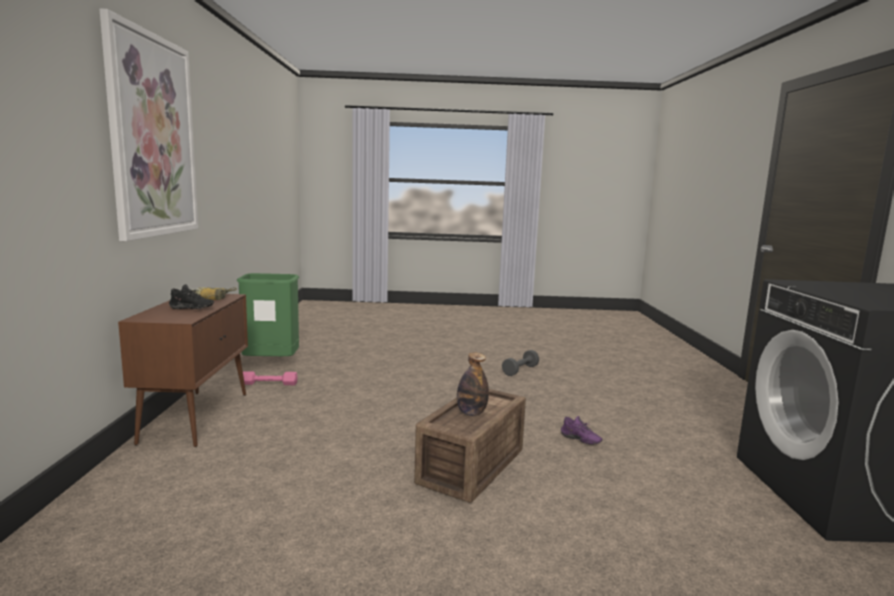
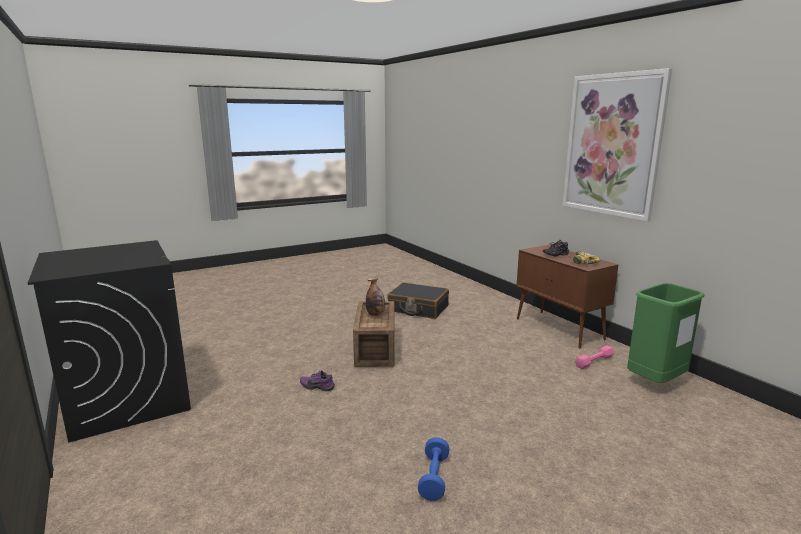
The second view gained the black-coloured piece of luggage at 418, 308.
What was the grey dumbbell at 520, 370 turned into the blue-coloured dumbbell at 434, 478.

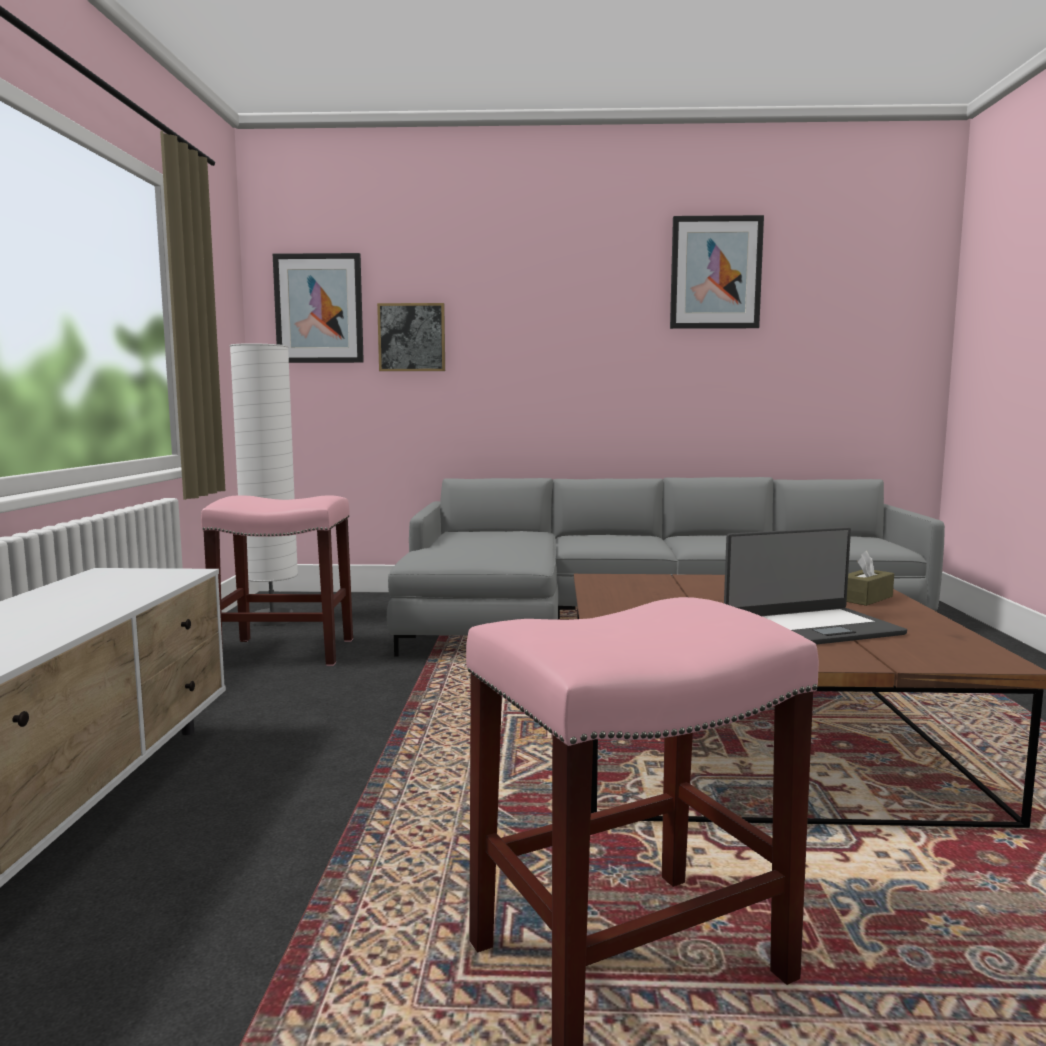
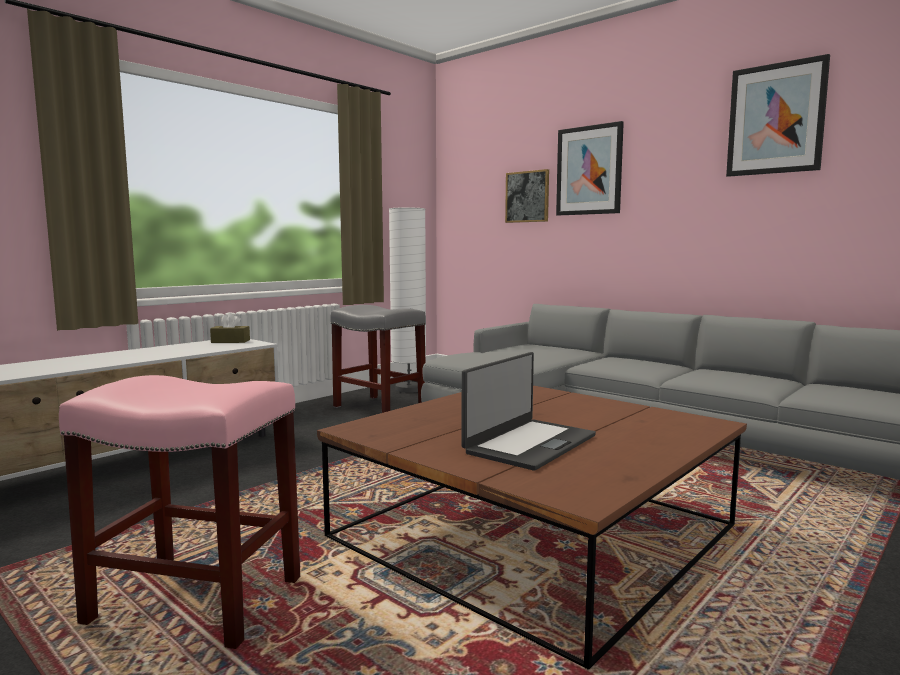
The picture ended up elsewhere, having gone from 319, 308 to 589, 170.
The brown-coloured tissue holder ended up elsewhere, having gone from 865, 598 to 230, 341.
What was the pinkish stool seat at 287, 651 turned into the grey stool seat at 380, 408.
The laptop at 810, 628 ended up facing another way, 75 degrees counterclockwise from before.

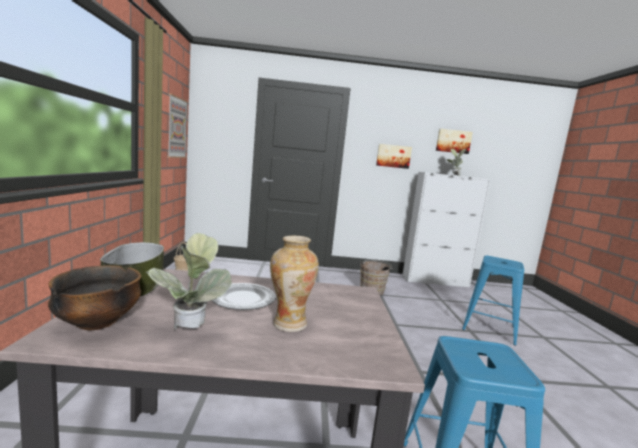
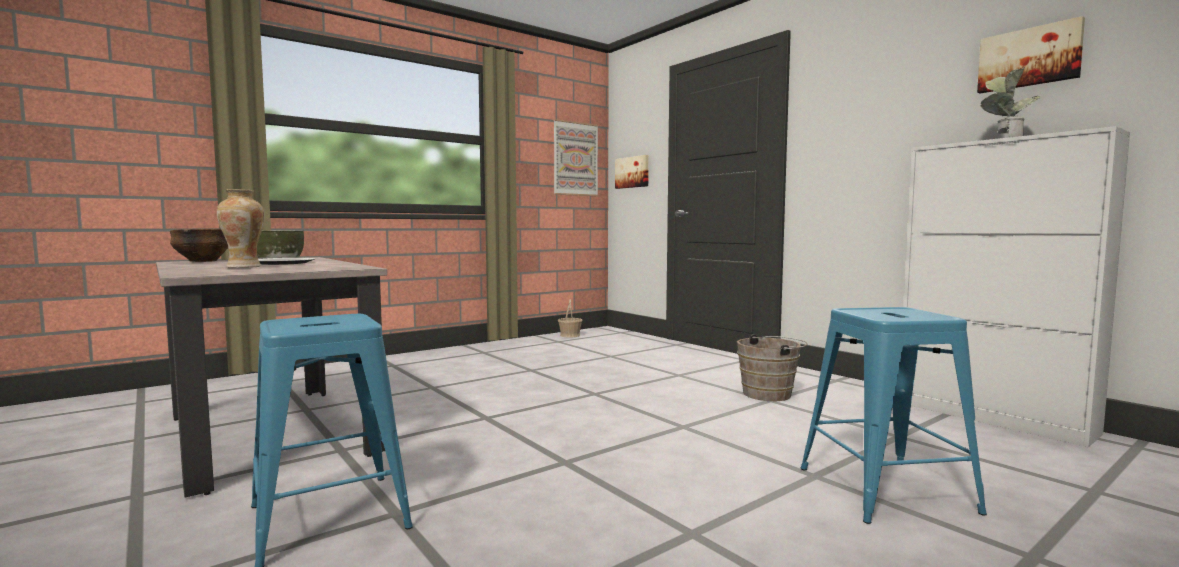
The second view lost the potted plant at 189, 333.
The picture ended up elsewhere, having gone from 393, 156 to 632, 172.

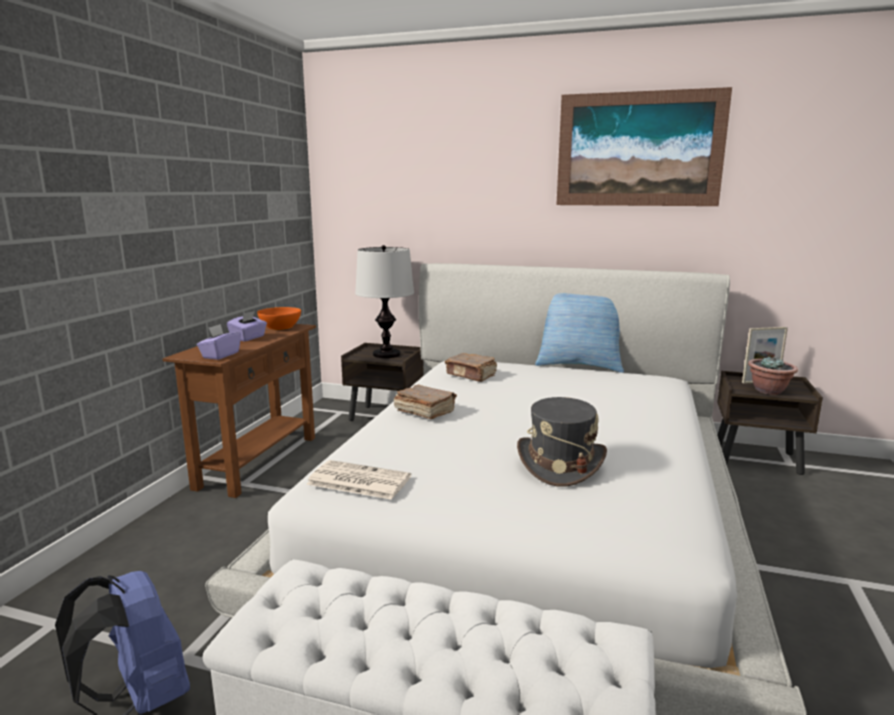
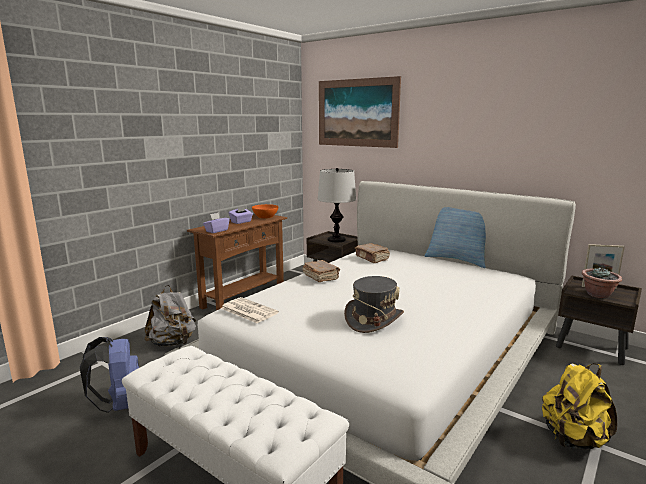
The second view gained the grey backpack at 172, 343.
The second view gained the yellowish backpack at 573, 439.
The picture ended up elsewhere, having gone from 639, 149 to 357, 113.

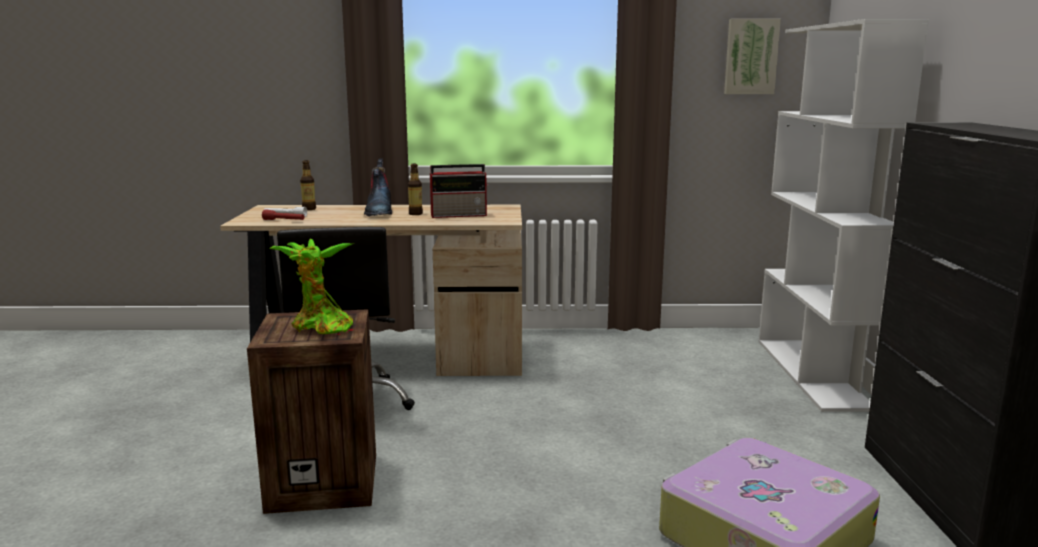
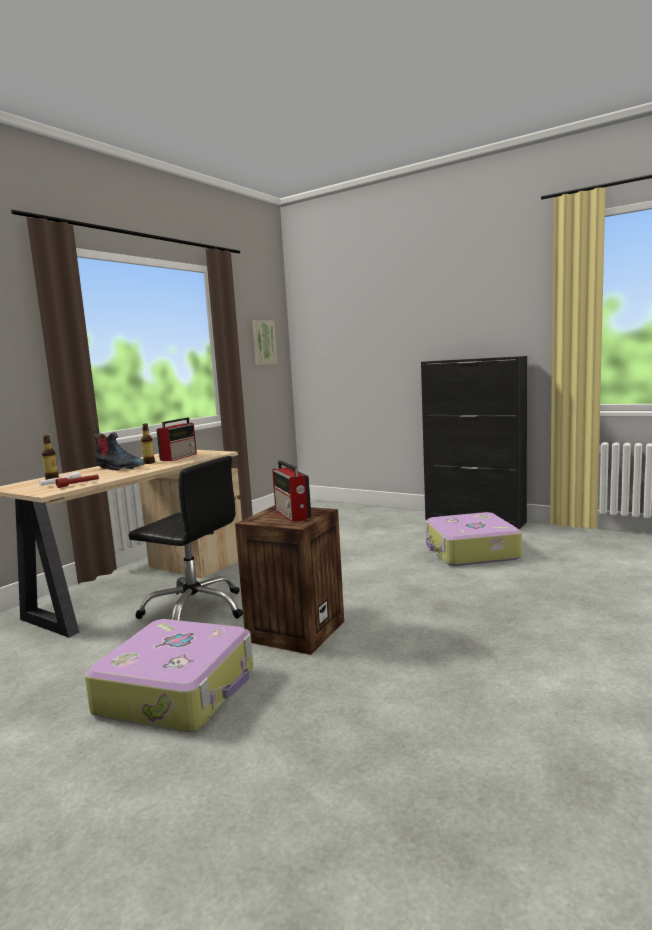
The second view lost the white shelving unit at 812, 373.
The second view gained the piece of luggage at 179, 691.
Where the potted plant stood at 319, 327, the radio receiver came to stand at 292, 514.

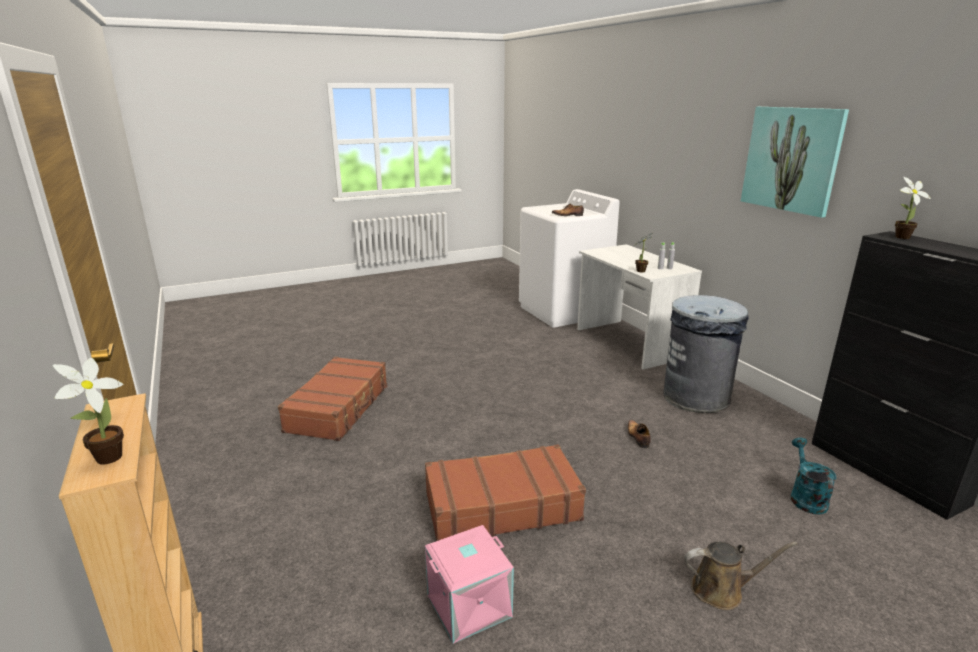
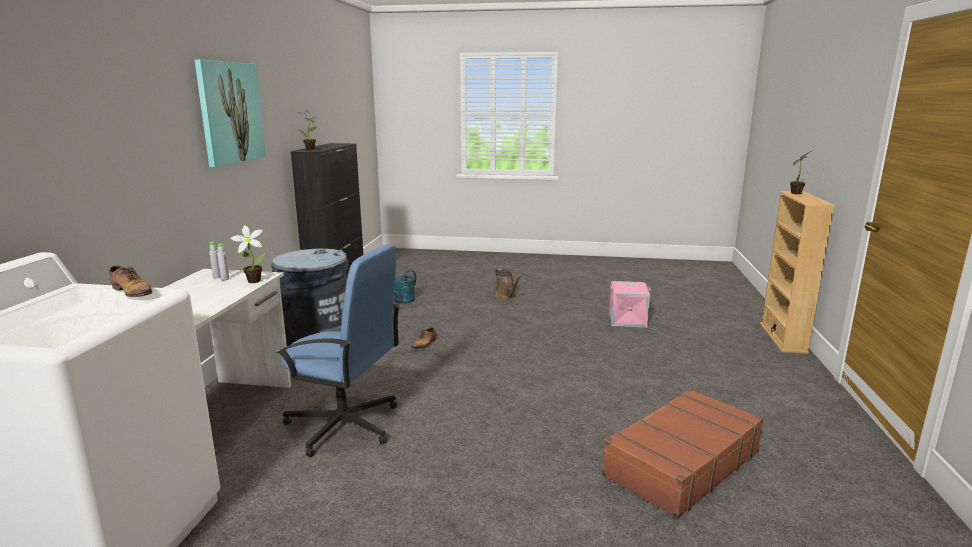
The second view lost the brown-coloured piece of luggage at 501, 506.
The second view gained the blue-coloured office chair at 344, 425.
The brown-coloured watering can at 722, 590 ended up facing another way, 150 degrees counterclockwise from before.

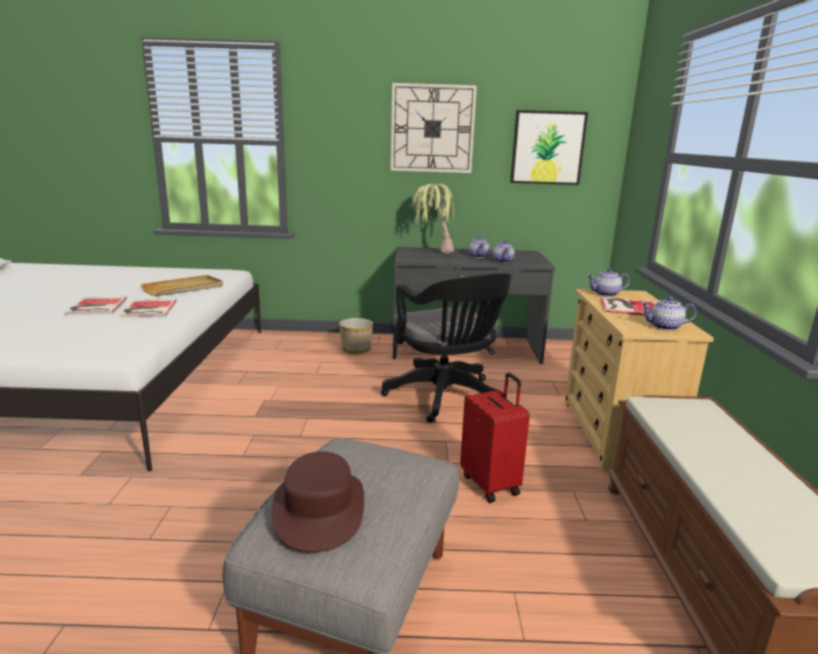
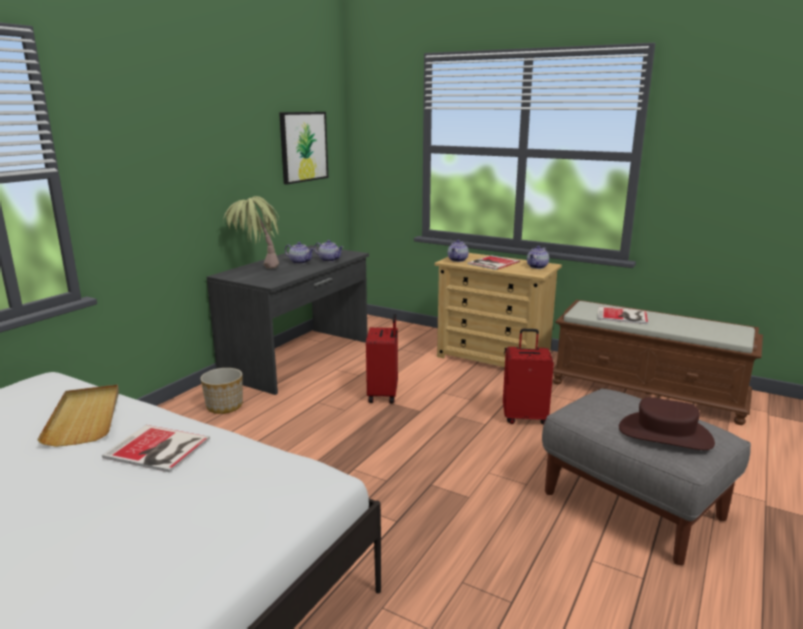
The second view lost the clock on the wall at 432, 129.
The bound book ended up elsewhere, having gone from 95, 306 to 623, 316.
Where the black-coloured office chair stood at 445, 398, the reddish piece of luggage came to stand at 384, 395.

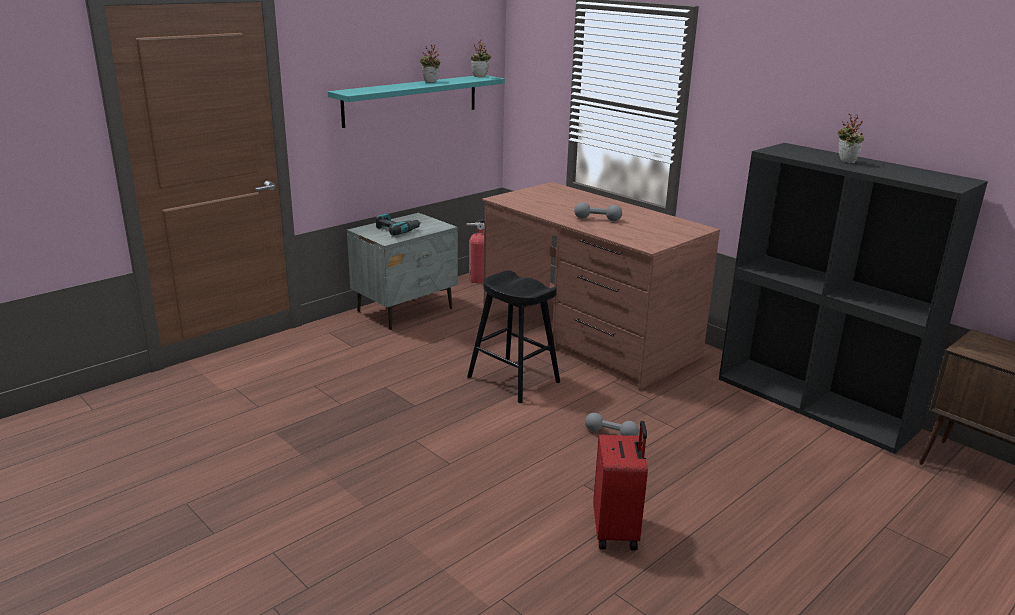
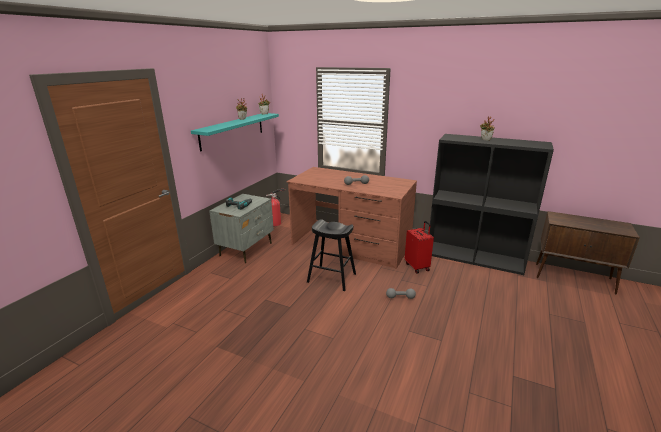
The reddish piece of luggage ended up elsewhere, having gone from 617, 532 to 417, 267.

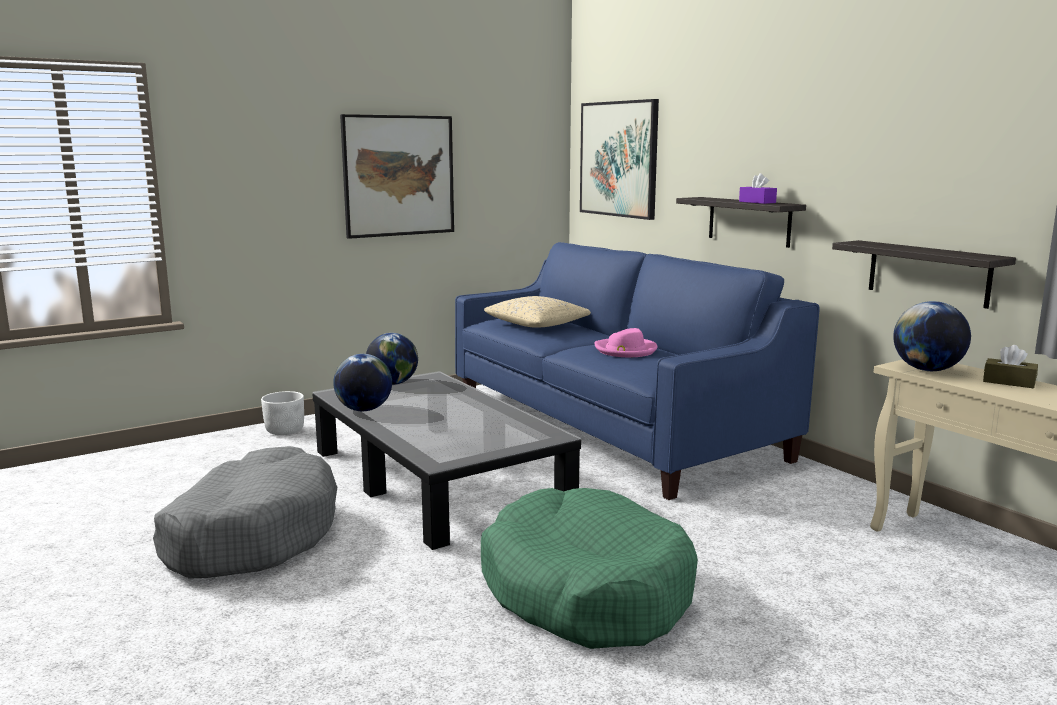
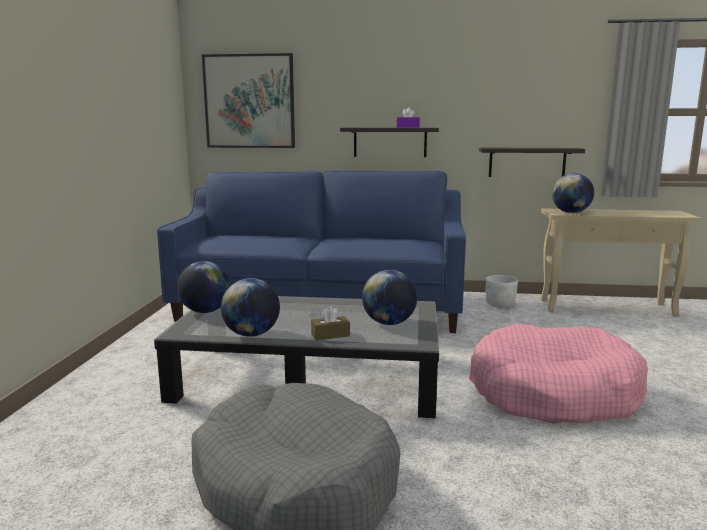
The second view lost the picture at 398, 176.
The second view lost the sand-coloured throw pillow at 538, 325.
The second view lost the pinkish clothing hat at 625, 350.
The second view gained the desk globe at 389, 323.
The white planter ended up elsewhere, having gone from 284, 431 to 500, 305.
The brown-coloured tissue holder ended up elsewhere, having gone from 1009, 382 to 330, 335.
What was the green dog cushion at 586, 591 turned into the pinkish dog cushion at 552, 393.

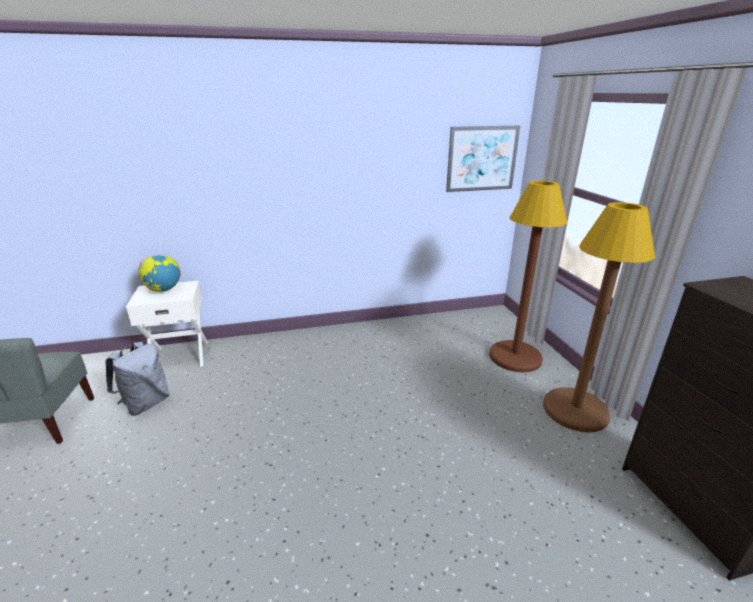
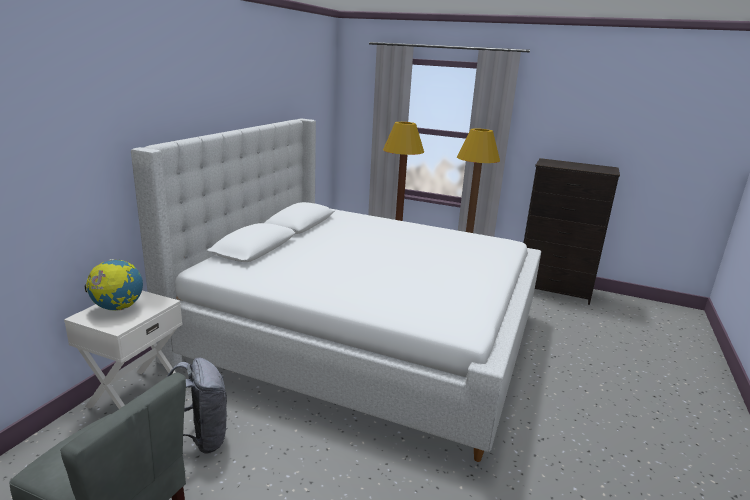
The second view lost the picture at 482, 159.
The second view gained the white bedroom bed at 363, 335.

